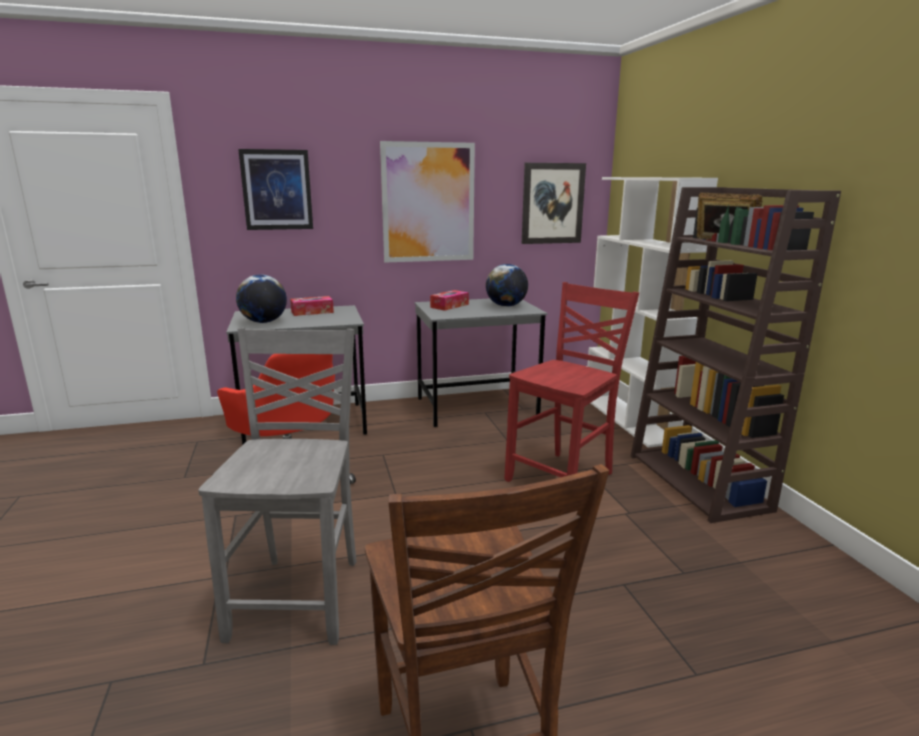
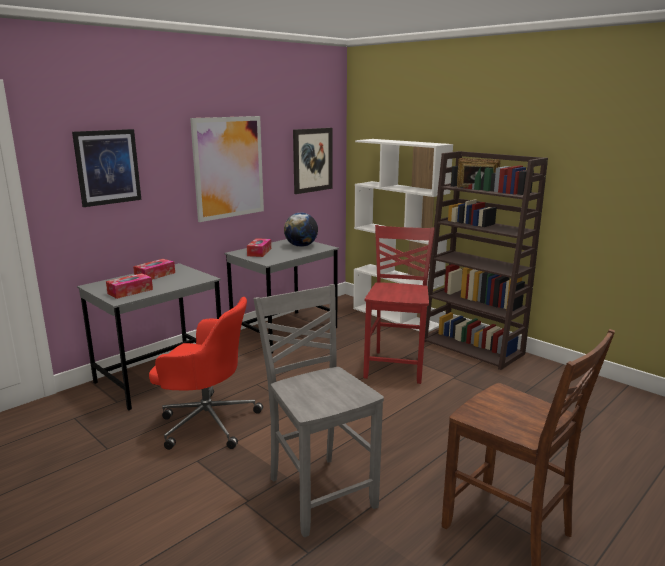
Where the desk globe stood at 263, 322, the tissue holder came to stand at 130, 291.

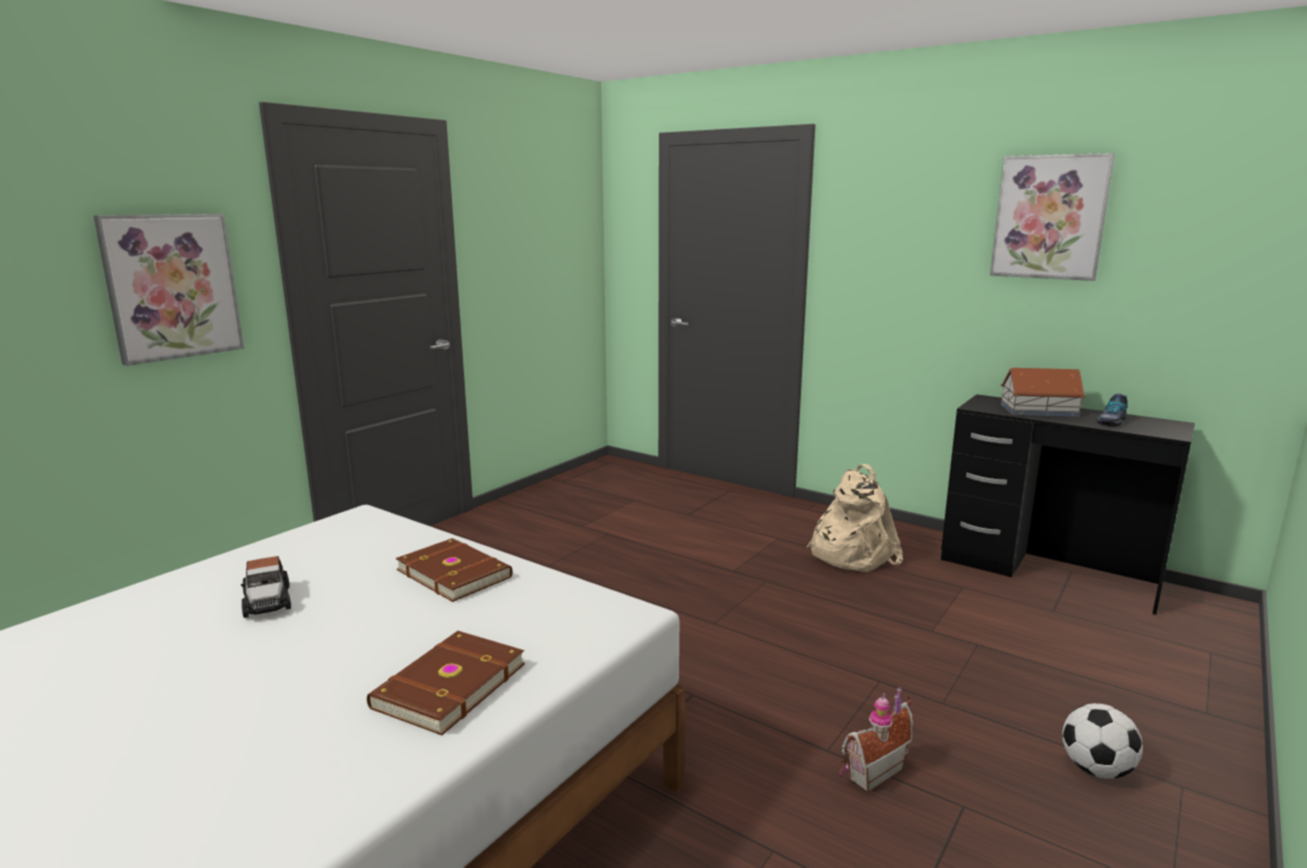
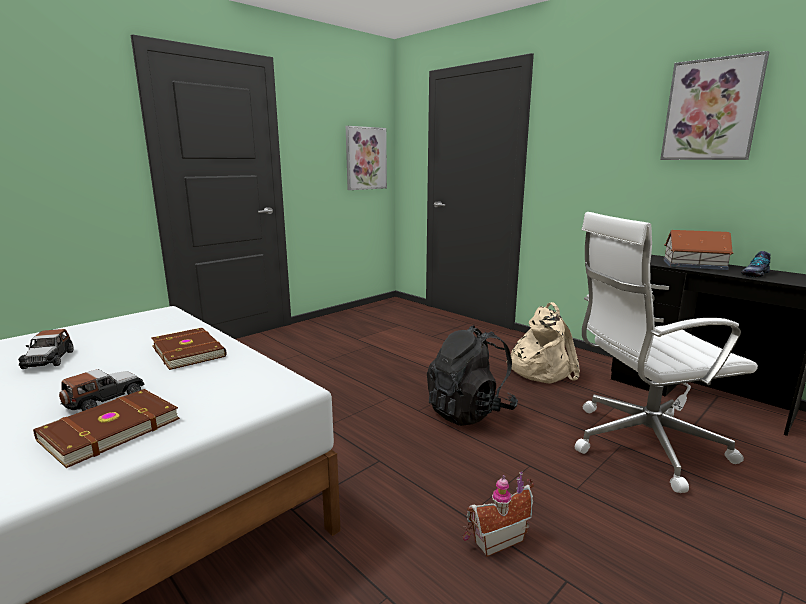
The second view lost the football at 1096, 770.
The second view gained the toy car at 105, 399.
The second view gained the black-coloured backpack at 469, 412.
The second view gained the white office chair at 641, 443.
The picture ended up elsewhere, having gone from 172, 286 to 365, 158.

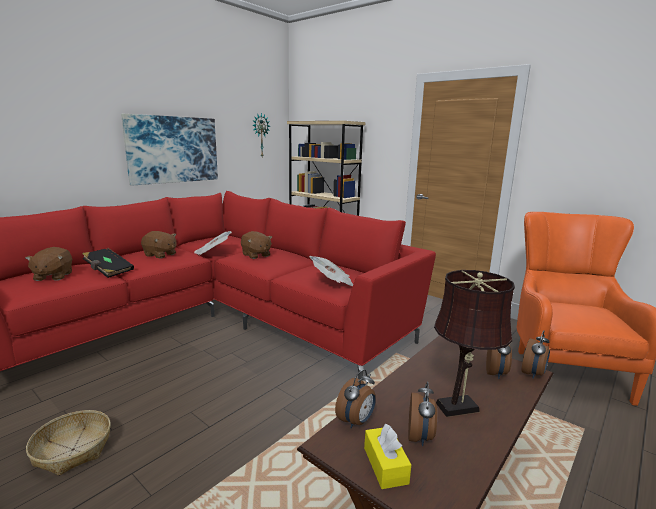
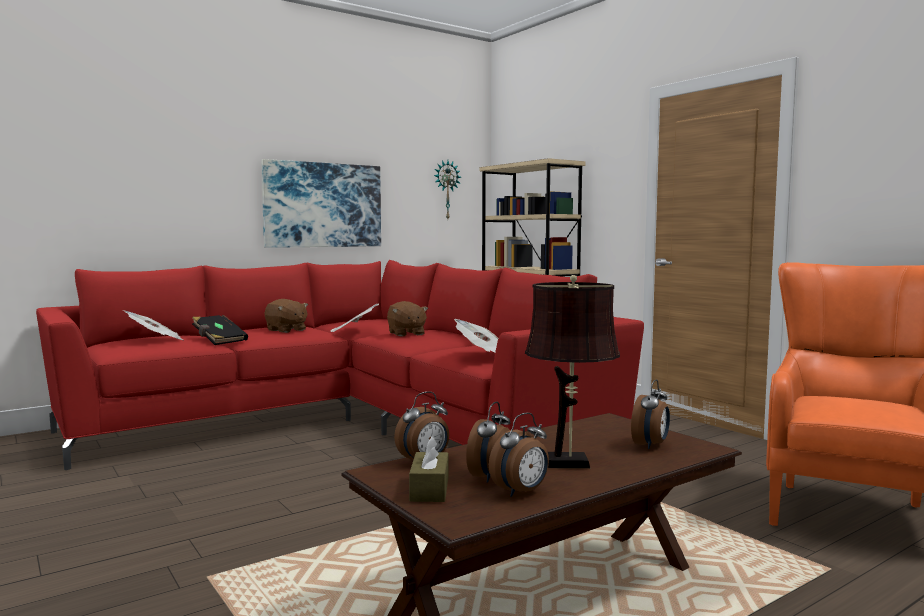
The second view lost the basket at 72, 449.
The table clock ended up elsewhere, having gone from 533, 374 to 521, 492.
Where the brown-coloured cuddly toy stood at 53, 276, the printed paper came to stand at 156, 340.
What was the yellowish tissue holder at 385, 465 turned into the brown-coloured tissue holder at 429, 489.

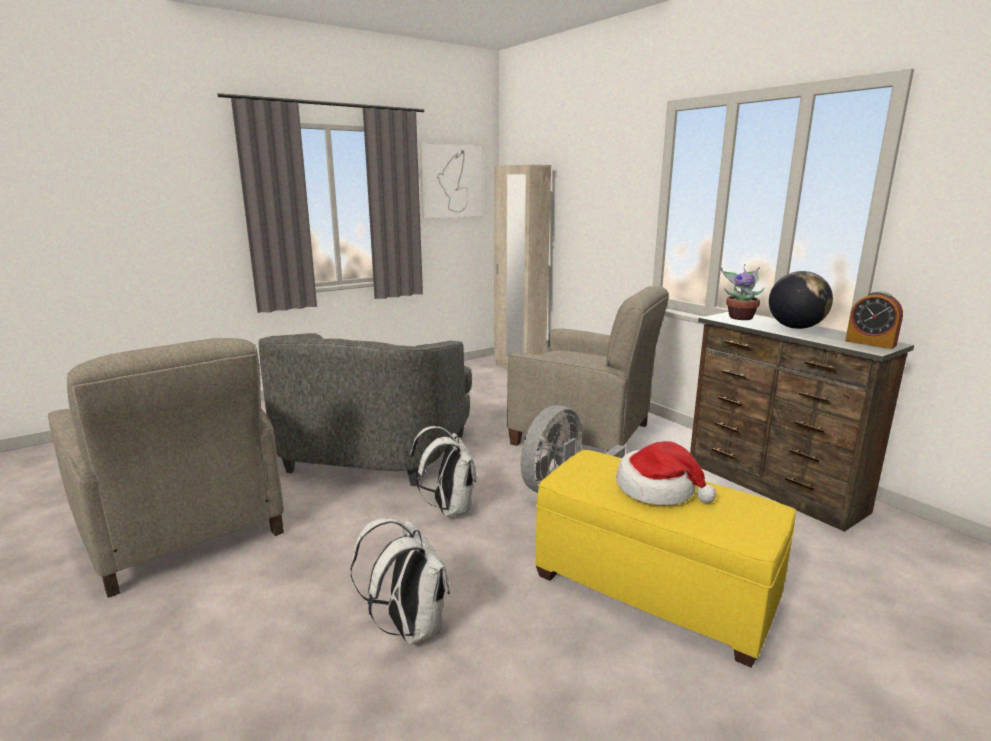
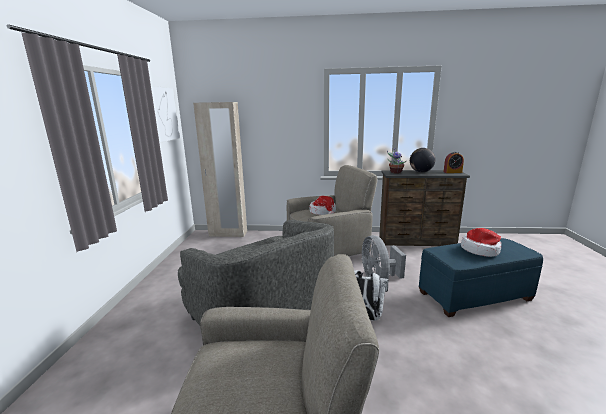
The second view lost the white backpack at 409, 627.
The second view gained the clothing hat at 323, 212.
What was the yellowish ottoman at 652, 590 turned into the blue-coloured ottoman at 474, 296.

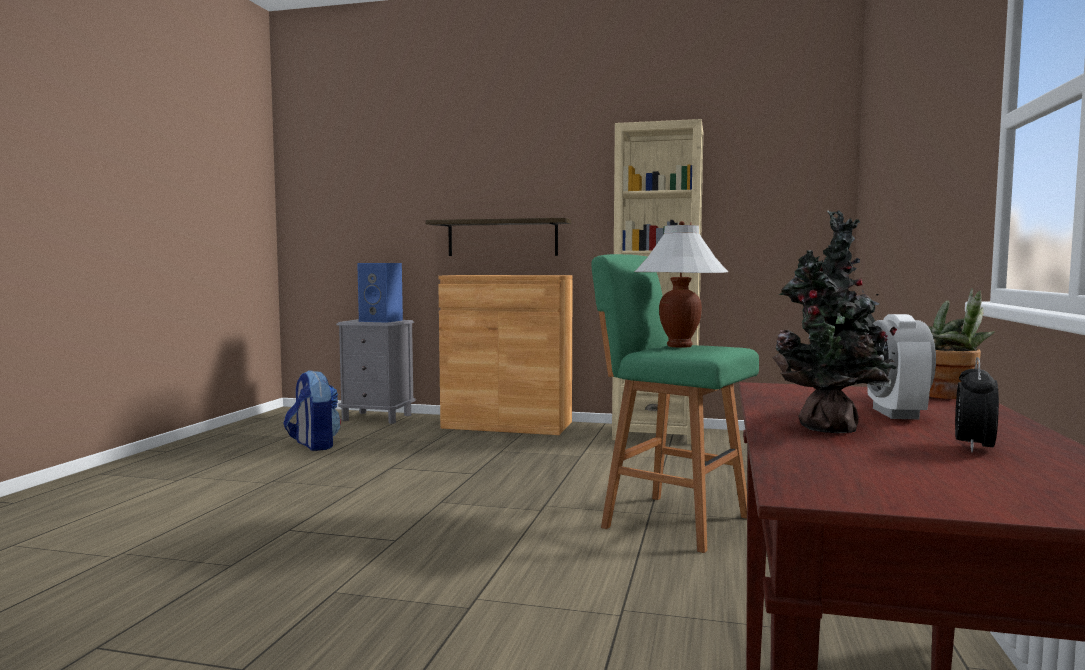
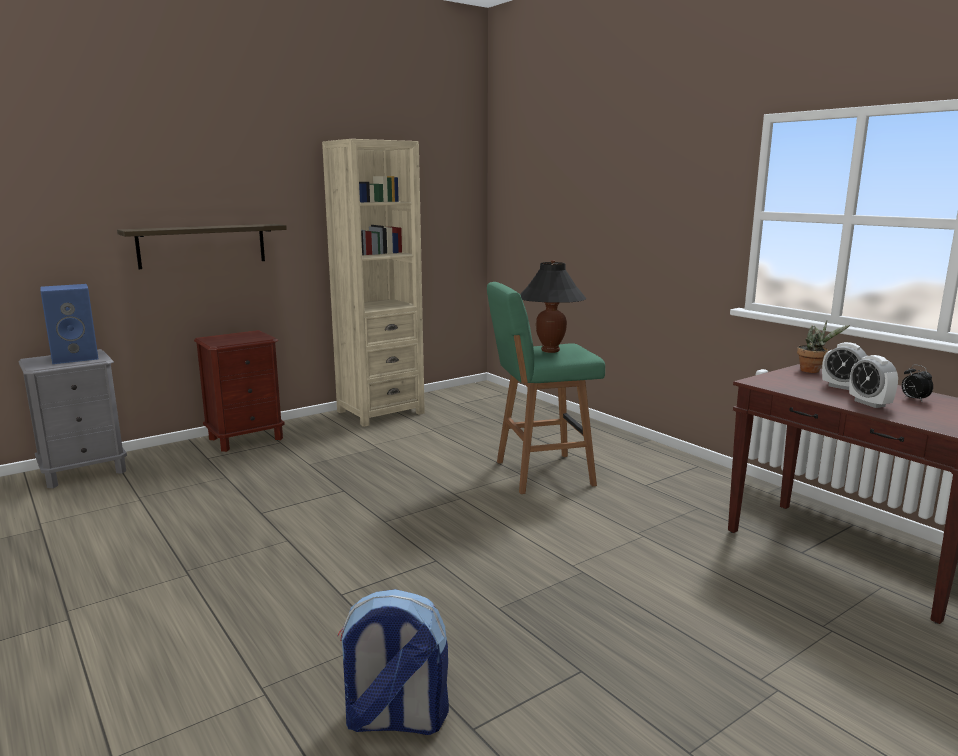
The backpack ended up elsewhere, having gone from 313, 445 to 394, 720.
Where the brown-coloured cupboard stood at 507, 425, the brown-coloured nightstand came to stand at 246, 439.
Where the potted plant stood at 832, 430, the table clock came to stand at 869, 403.
What was the white lamp for a table at 679, 346 turned into the black-coloured lamp for a table at 550, 350.

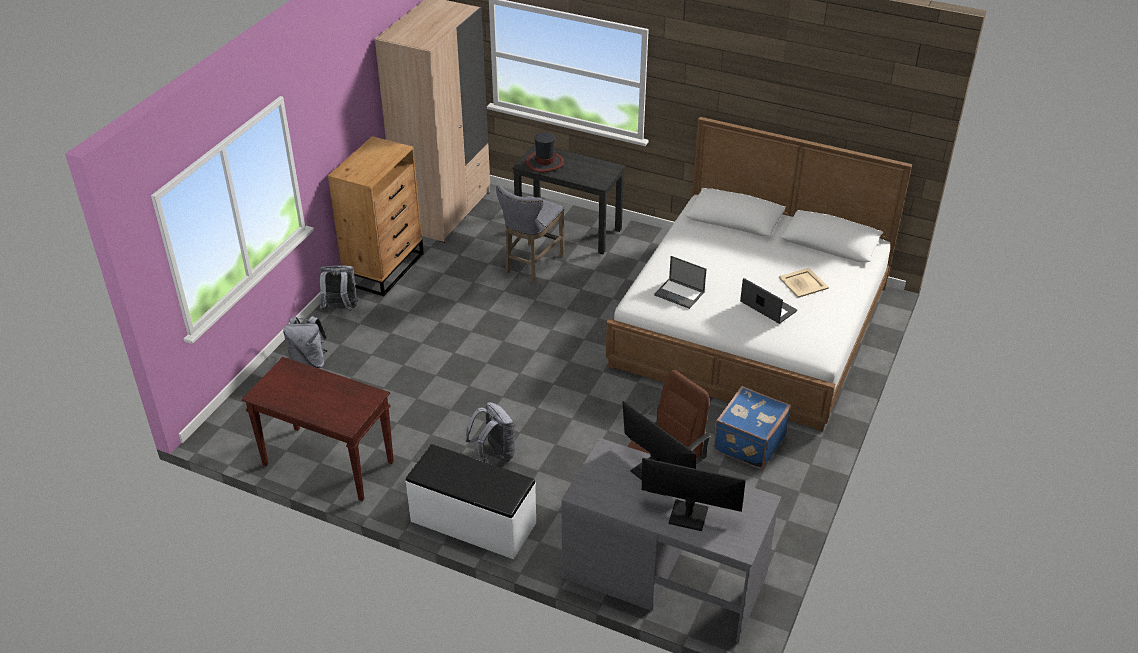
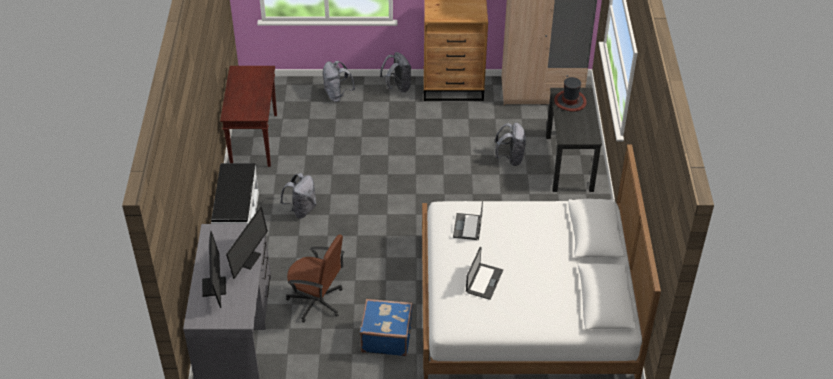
The second view lost the sand-coloured serving tray at 803, 283.
Where the grey stool seat stood at 531, 265, the grey backpack came to stand at 510, 158.

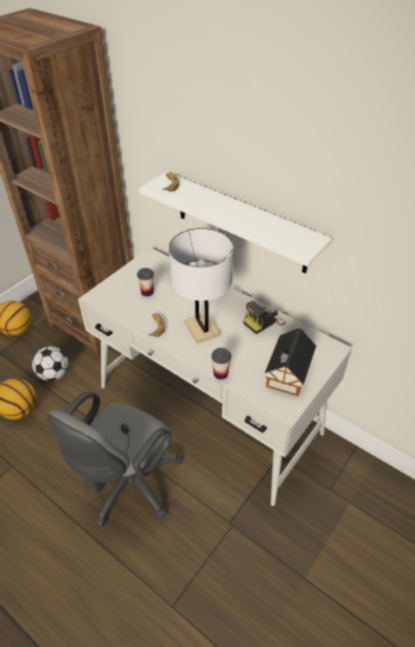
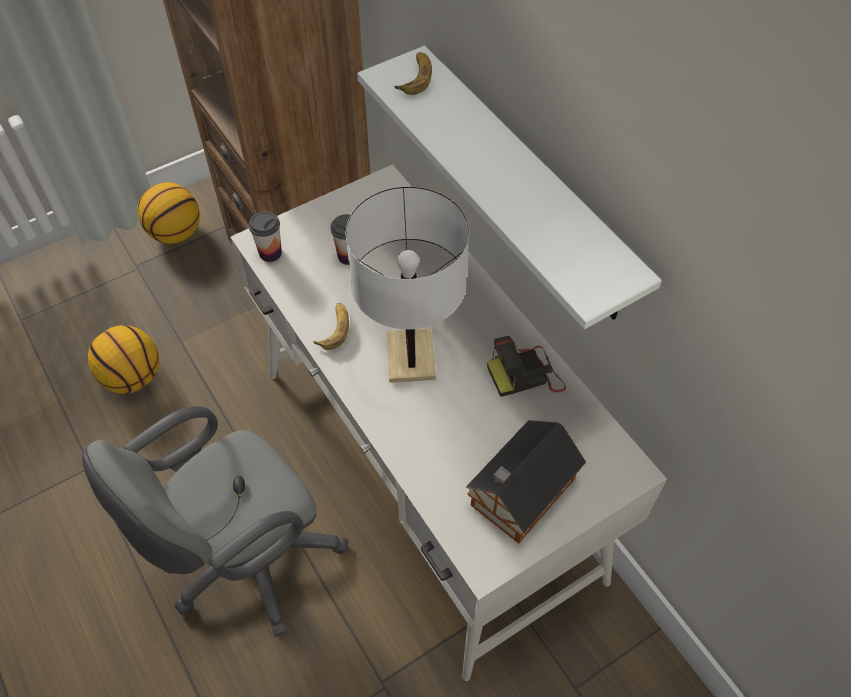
The second view lost the football at 54, 374.
The small cup ended up elsewhere, having gone from 220, 373 to 270, 253.

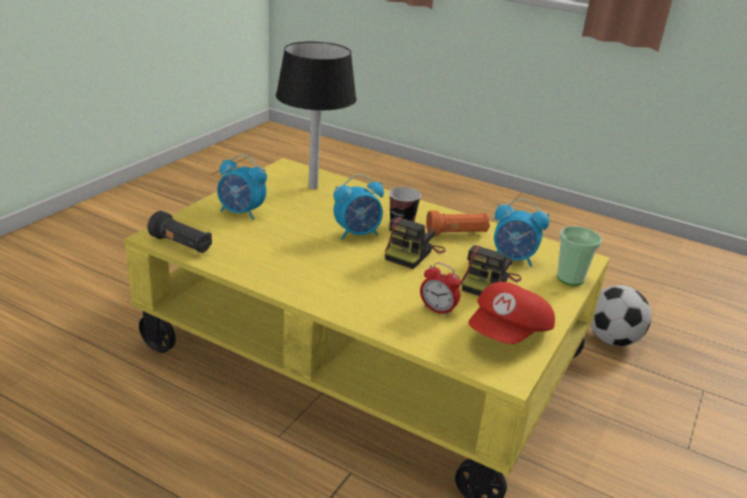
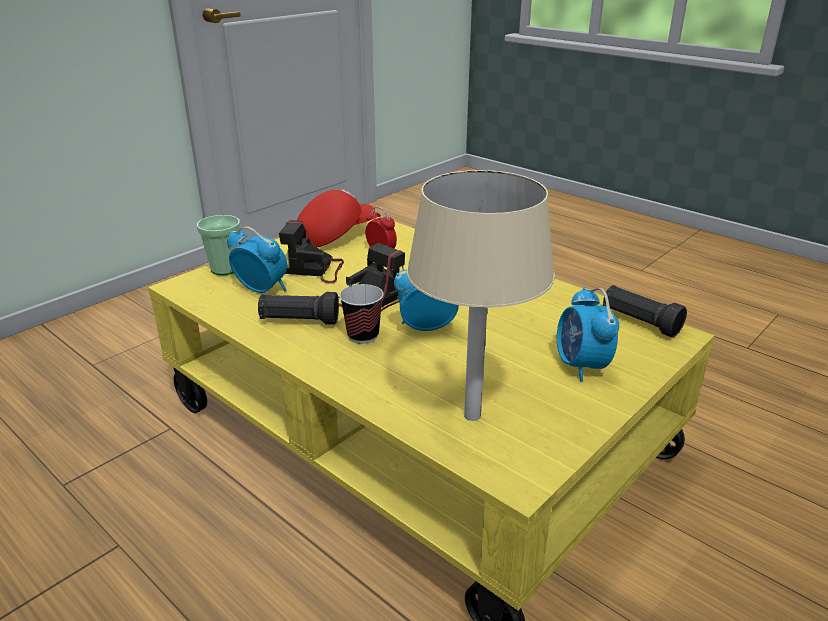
The second view lost the football at 612, 340.
What was the black-coloured lamp for a table at 313, 187 turned into the sand-coloured lamp for a table at 472, 415.
What was the orange-coloured torch at 456, 234 turned into the black-coloured torch at 299, 321.
The table clock at 241, 213 ended up facing another way, 135 degrees counterclockwise from before.
The photo camera at 488, 282 ended up facing another way, 120 degrees counterclockwise from before.

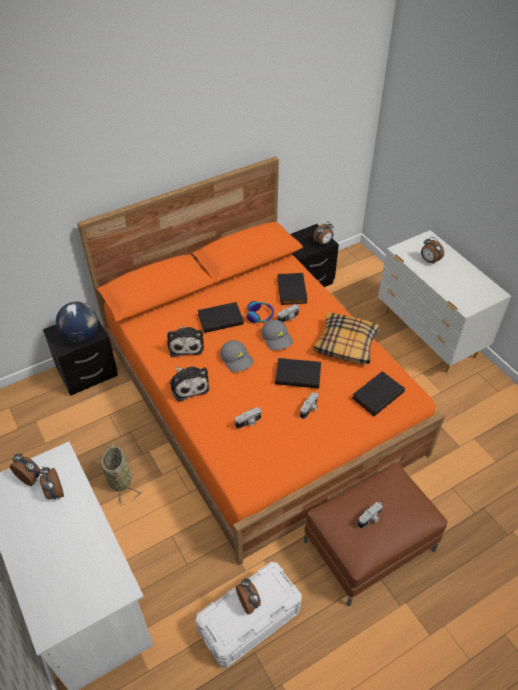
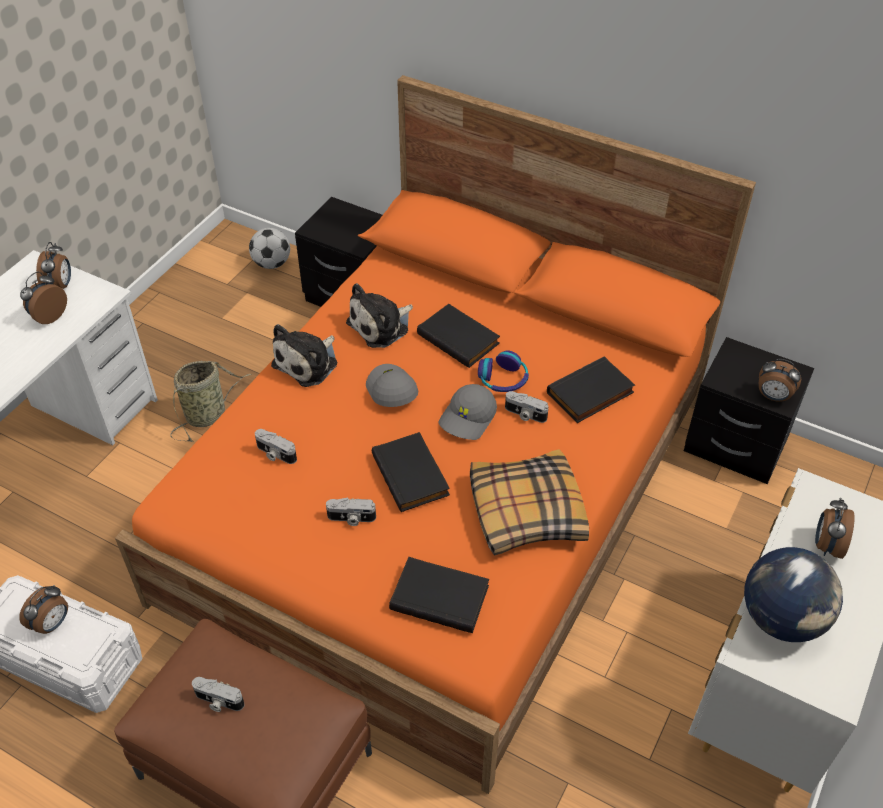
The second view gained the football at 272, 263.
The desk globe ended up elsewhere, having gone from 81, 335 to 782, 619.
The grey cap at 237, 359 ended up facing another way, 135 degrees clockwise from before.

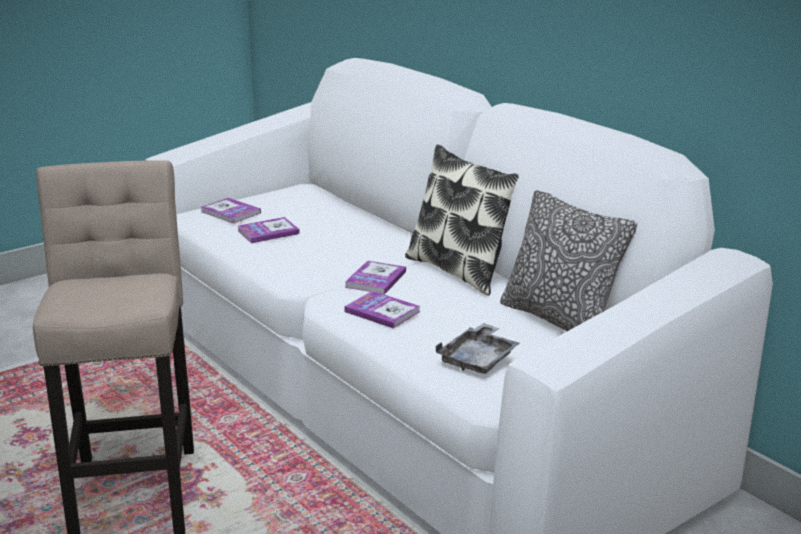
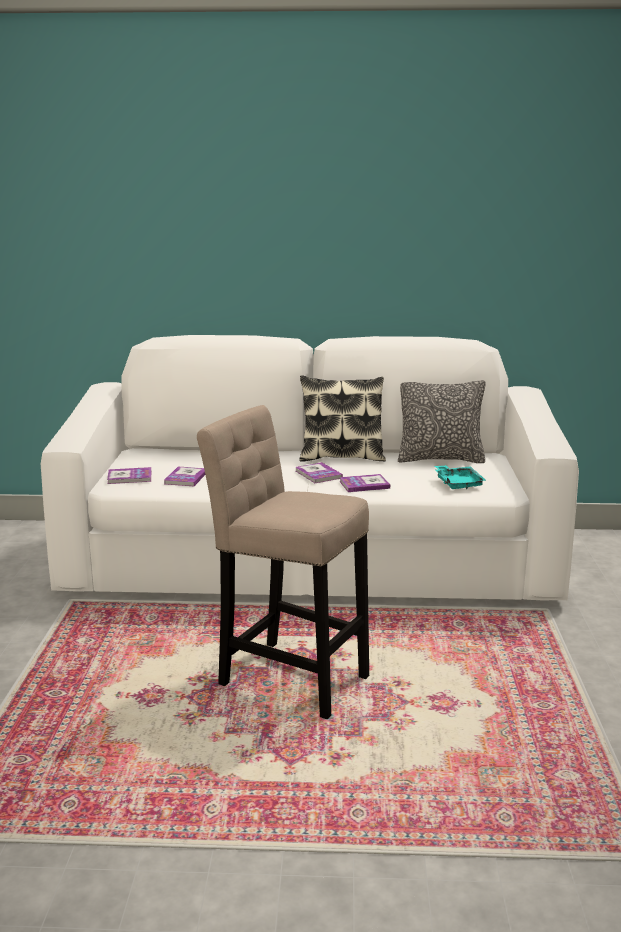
What was the grey serving tray at 479, 359 turned into the turquoise-coloured serving tray at 458, 483.

